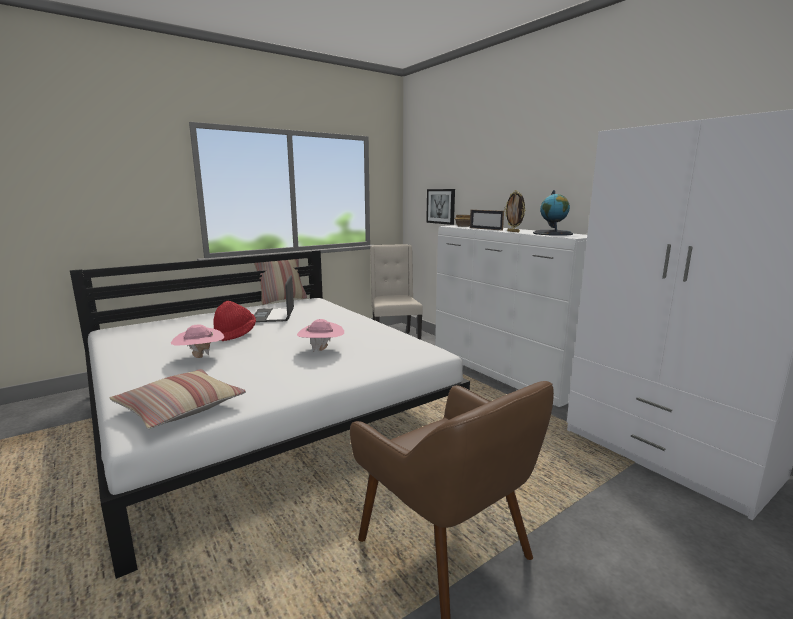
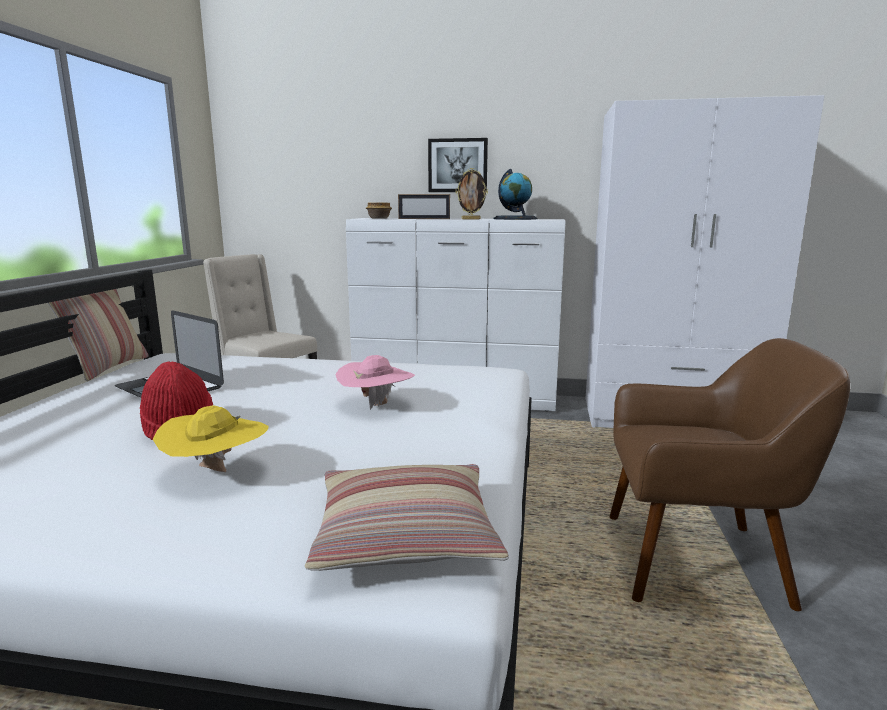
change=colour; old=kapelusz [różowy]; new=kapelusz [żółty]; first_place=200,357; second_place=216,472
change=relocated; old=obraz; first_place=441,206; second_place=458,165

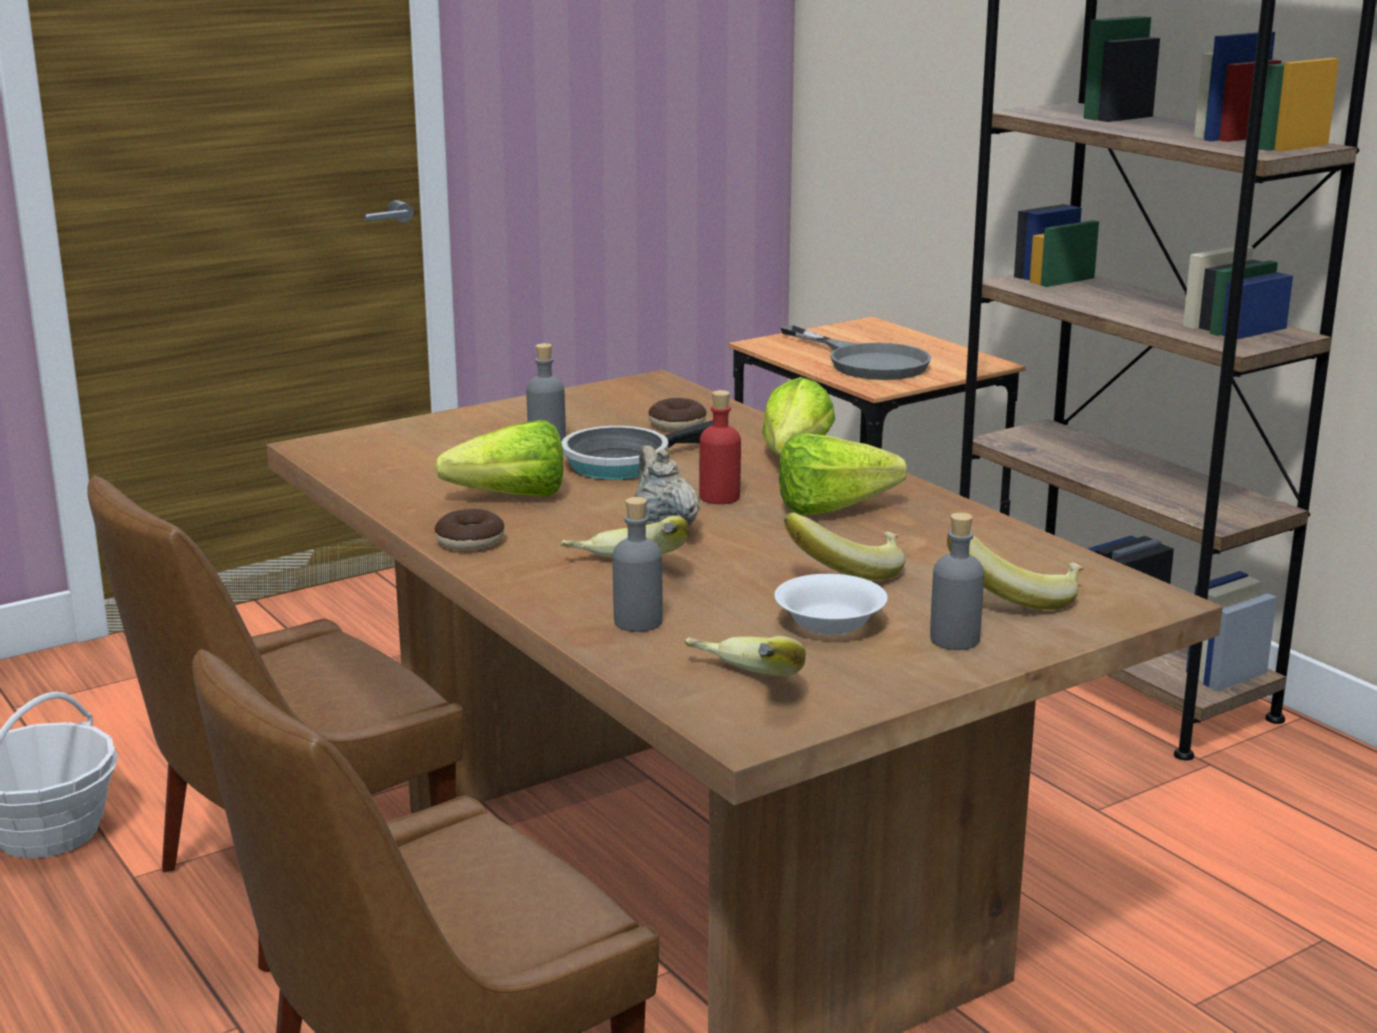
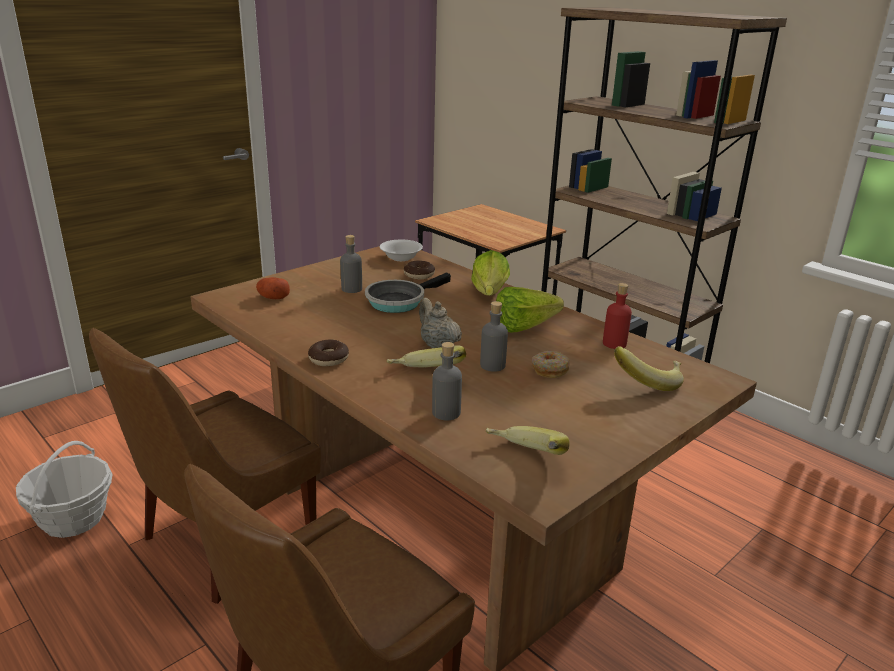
change=missing; old=sałata; first_place=500,497
change=relocated; old=butelka [czerwony]; first_place=719,497; second_place=614,343
change=relocated; old=miska [biały]; first_place=831,625; second_place=401,258
change=missing; old=patelnia [szary]; first_place=866,362
change=exchanged; old=banan; new=donut; first_place=847,572; second_place=549,370
change=relocated; old=butelka [szary]; first_place=954,639; second_place=492,365
change=appeared; new=ziemniak; second_place=272,297

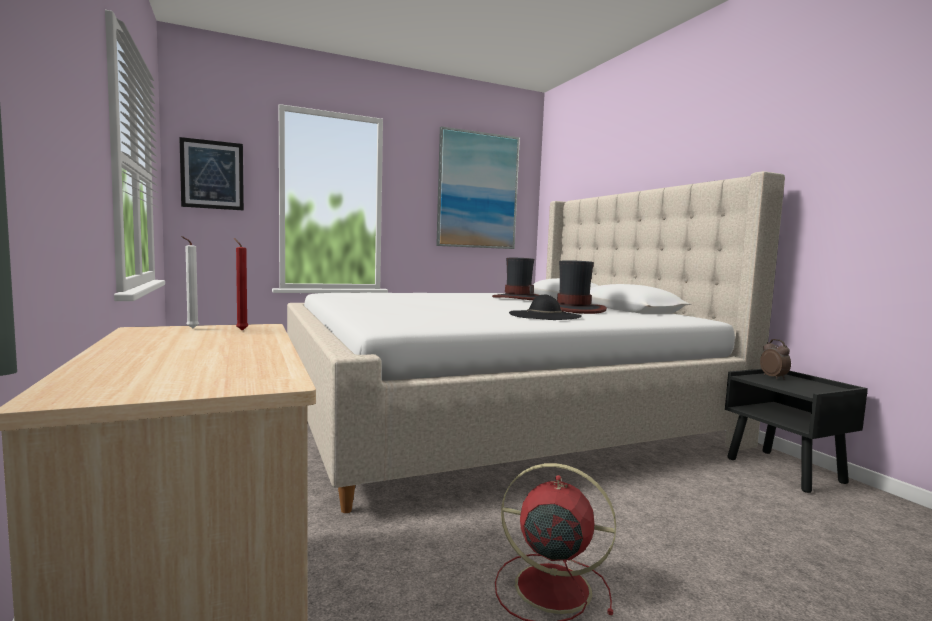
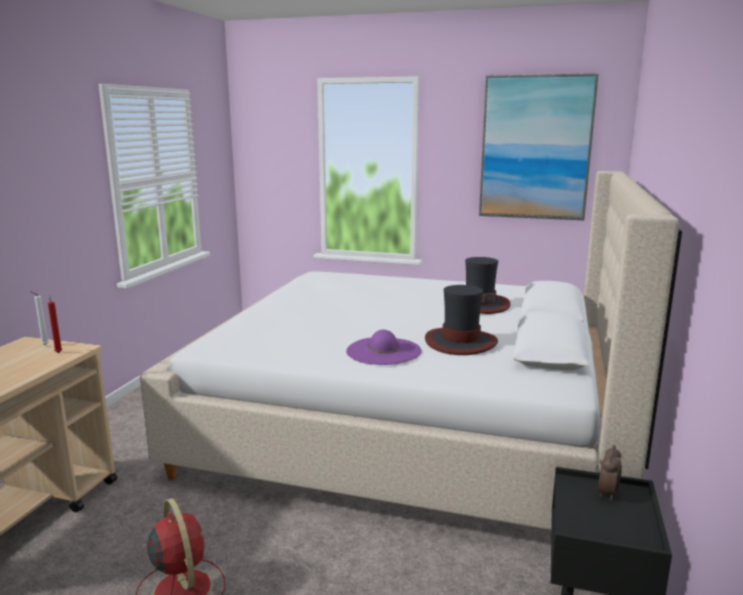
change=missing; old=obraz; first_place=212,175
change=colour; old=kapelusz [czarny]; new=kapelusz [fioletowy]; first_place=545,315; second_place=383,351

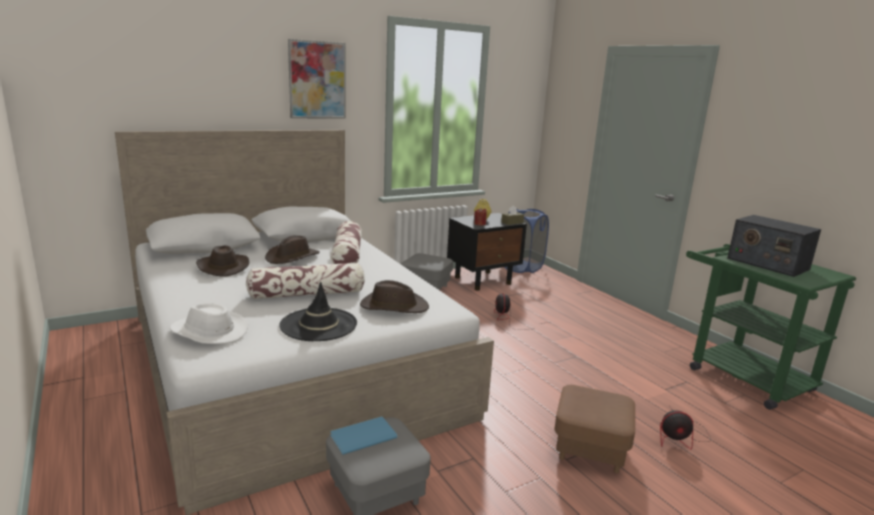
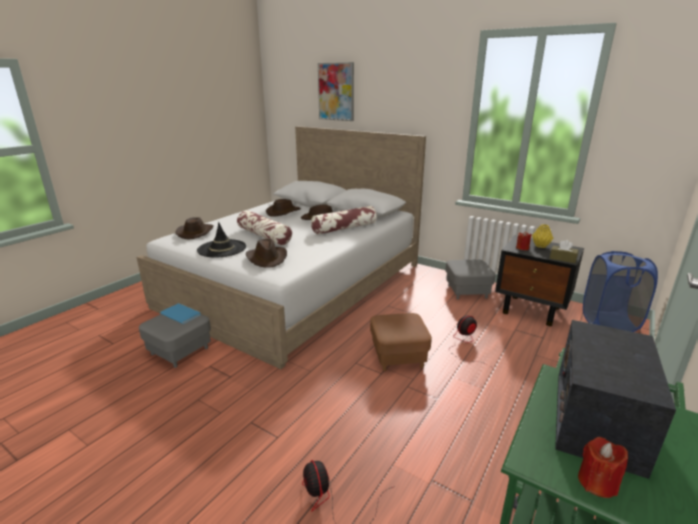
change=colour; old=kapelusz [biały]; new=kapelusz [brązowy]; first_place=208,332; second_place=195,232
change=relocated; old=obraz; first_place=317,80; second_place=336,92
change=relocated; old=pufa [brązowy]; first_place=590,449; second_place=398,356
change=appeared; new=świeca [czerwony]; second_place=597,482

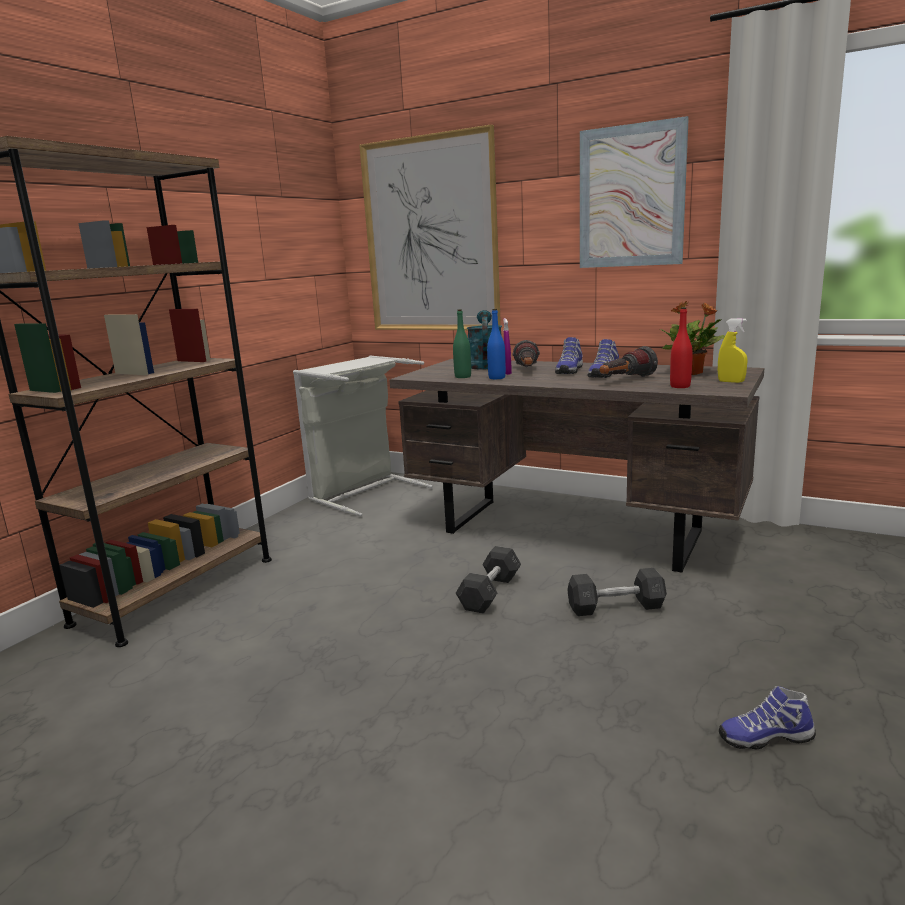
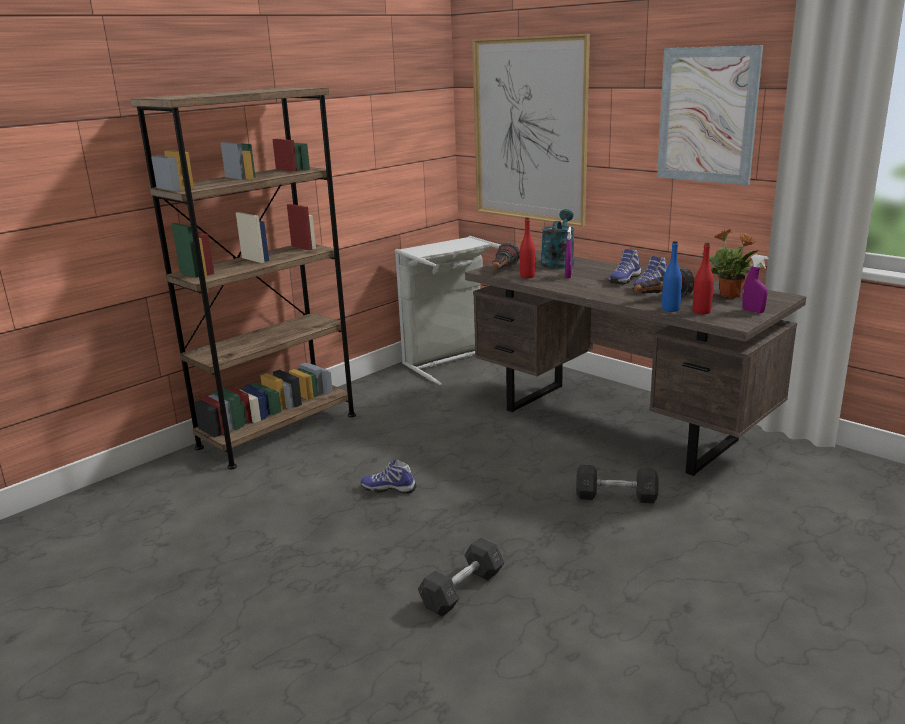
change=colour; old=butelka [zielony]; new=butelka [czerwony]; first_place=463,376; second_place=527,276
change=relocated; old=hantel [szary]; first_place=490,592; second_place=462,590
change=relocated; old=butelka [niebieski]; first_place=497,378; second_place=670,309
change=relocated; old=latarka; first_place=527,371; second_place=502,271
change=colour; old=spryskiwacz [żółty]; new=spryskiwacz [fioletowy]; first_place=731,381; second_place=753,311
change=relocated; old=but; first_place=764,737; second_place=389,488

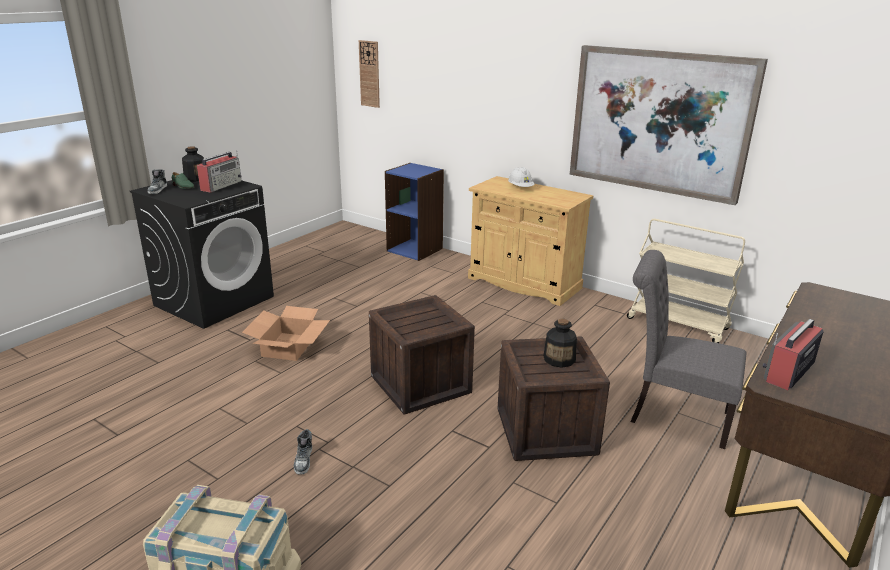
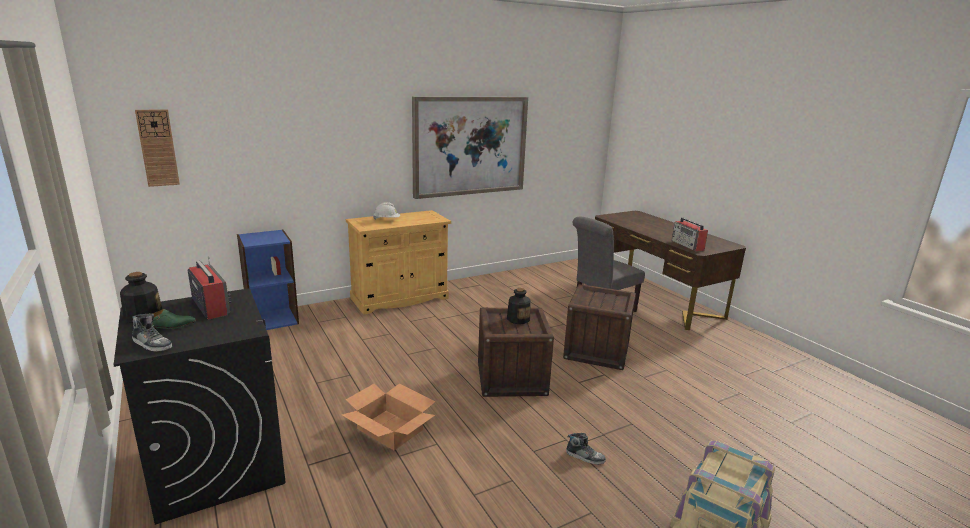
change=relocated; old=butelka; first_place=559,359; second_place=518,319
change=missing; old=wózek [beżowy]; first_place=678,324

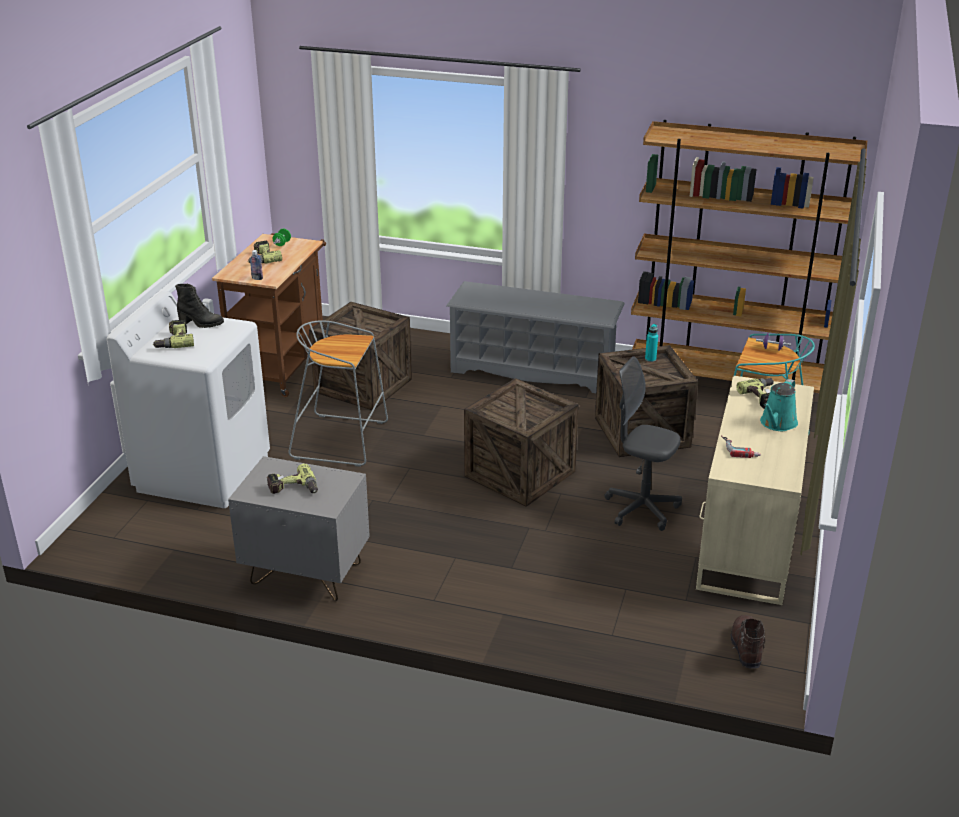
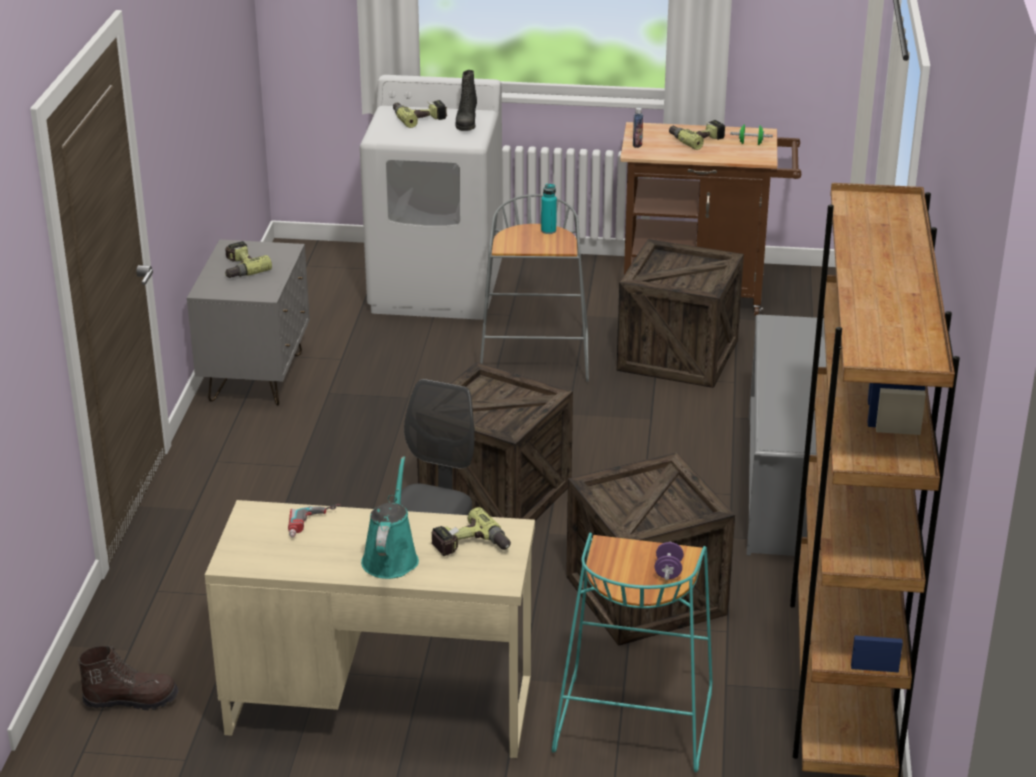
change=relocated; old=butelka [turkusowy]; first_place=650,359; second_place=548,230
change=spun; old=konewka [turkusowy]; first_place=777,424; second_place=391,557; degrees=75

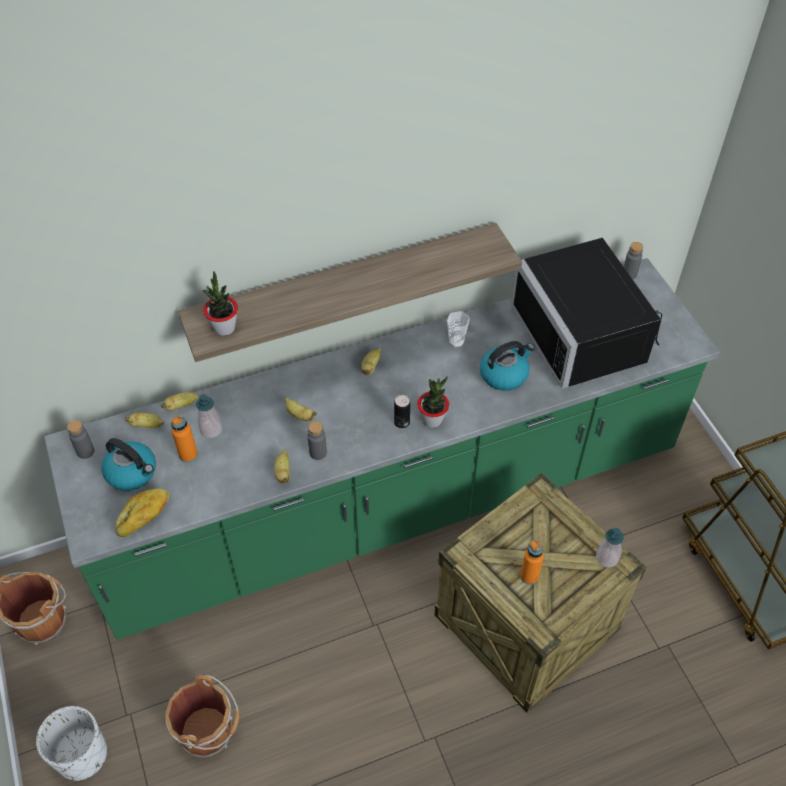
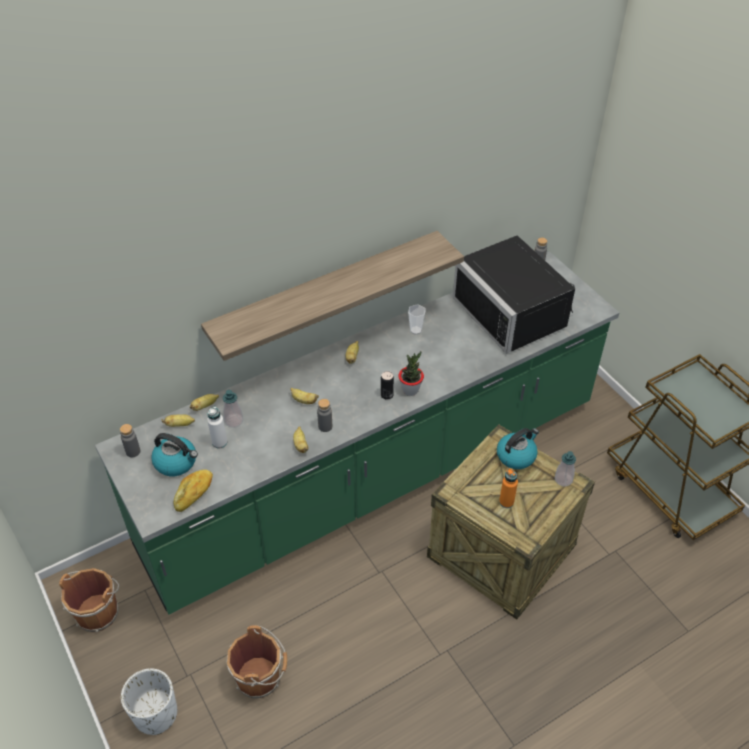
change=colour; old=butelka [pomarańczowy]; new=butelka [biały]; first_place=188,455; second_place=219,442
change=missing; old=roślina doniczkowa; first_place=224,327
change=relocated; old=czajnik; first_place=504,374; second_place=516,455

